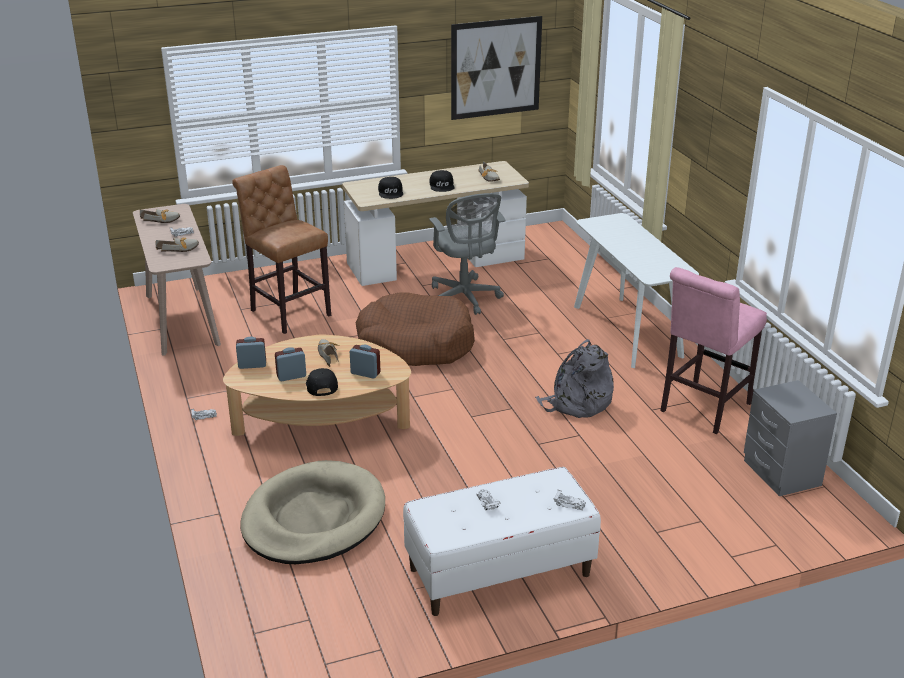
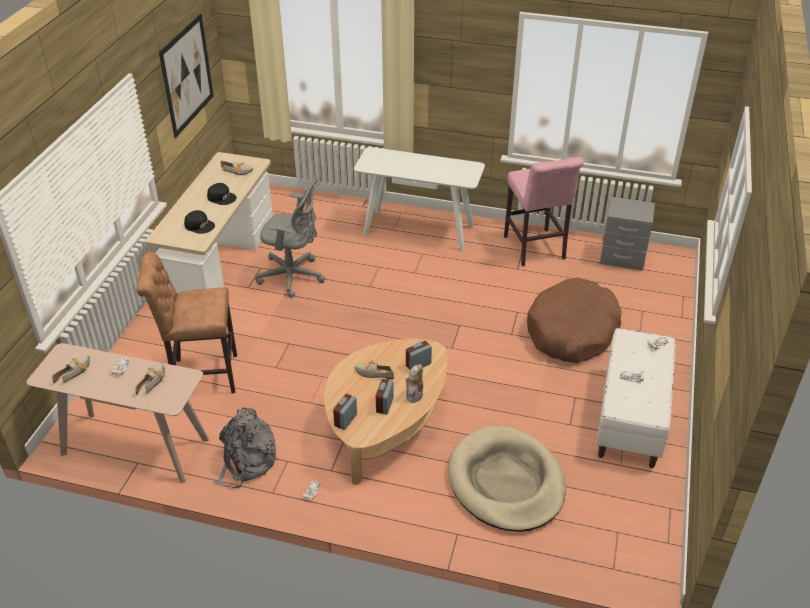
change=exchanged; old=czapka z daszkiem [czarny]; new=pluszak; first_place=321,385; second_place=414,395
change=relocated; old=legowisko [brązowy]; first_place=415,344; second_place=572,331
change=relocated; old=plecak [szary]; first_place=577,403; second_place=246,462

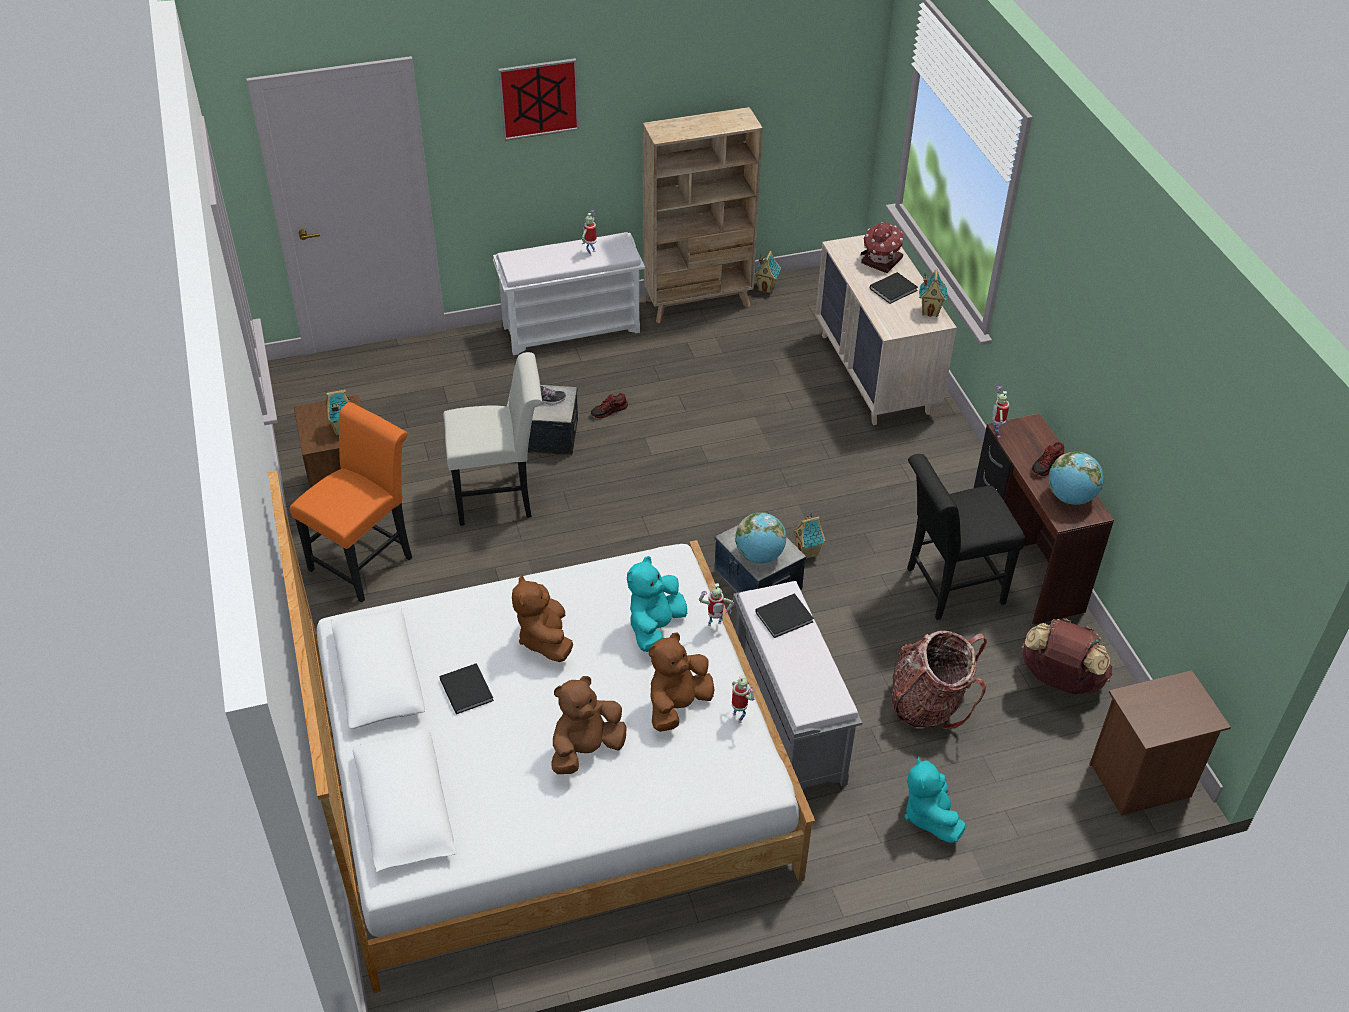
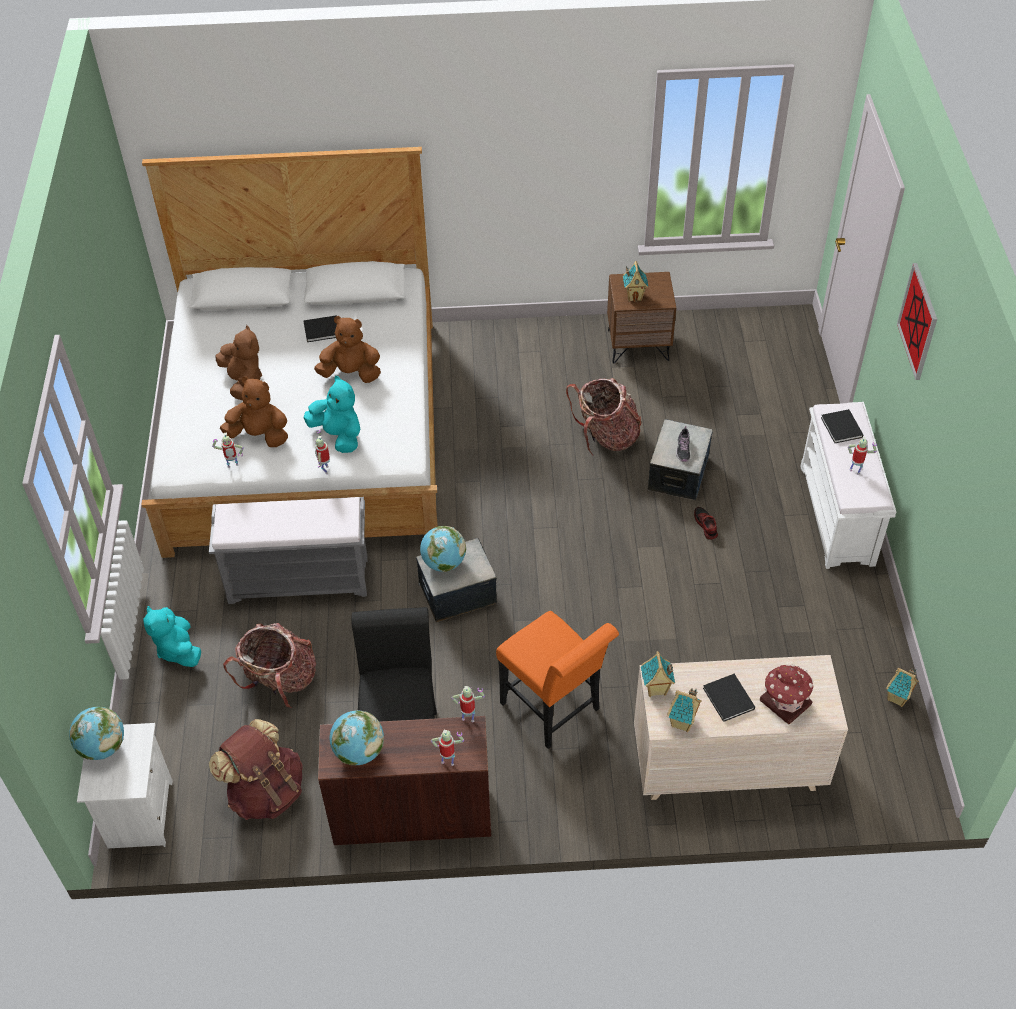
change=relocated; old=krzesło [pomarańczowy]; first_place=366,559; second_place=555,710
change=exchanged; old=krzesło [biały]; new=plecak; first_place=500,496; second_place=606,437
change=missing; old=regał [beżowy]; first_place=699,303
change=spun; old=pluszak [brązowy]; first_place=677,705; second_place=259,435; degrees=-45
change=relocated; old=książka [czarny]; first_place=785,616; second_place=842,428
change=relocated; old=domek; first_place=807,552; second_place=655,689
change=spun; old=pluszak [turkusowy]; first_place=929,815; second_place=178,649; degrees=-120
change=missing; old=but; first_place=1047,465
change=colour; old=szafka nocna [brązowy]; new=szafka nocna [biały]; first_place=1141,782; second_place=139,814
change=appeared; new=globus; second_place=102,747
change=appeared; new=robot zabawkowy; second_place=448,761

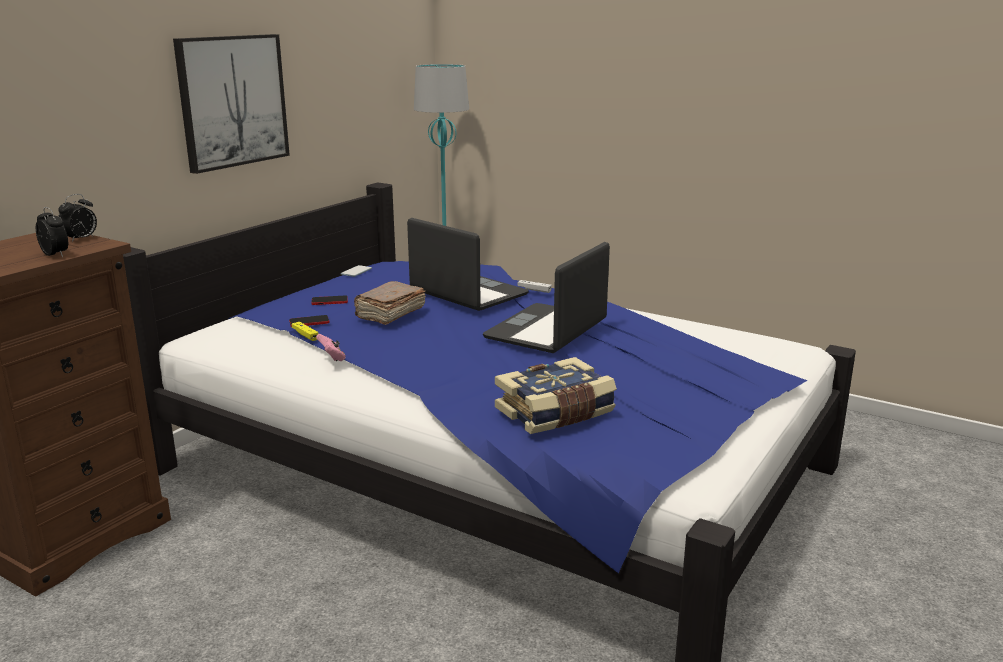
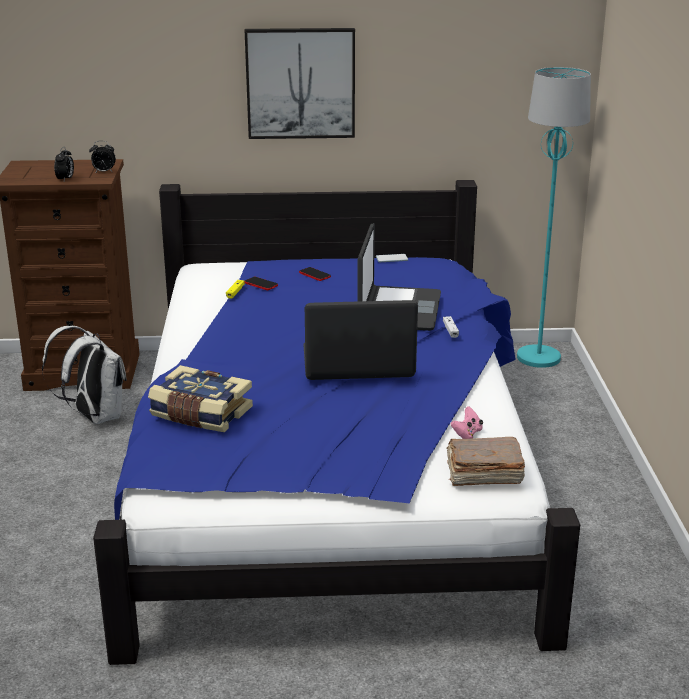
change=relocated; old=pad do gier [różowy]; first_place=332,358; second_place=467,434
change=relocated; old=książka [brązowy]; first_place=389,314; second_place=483,474
change=appeared; new=plecak [biały]; second_place=95,417

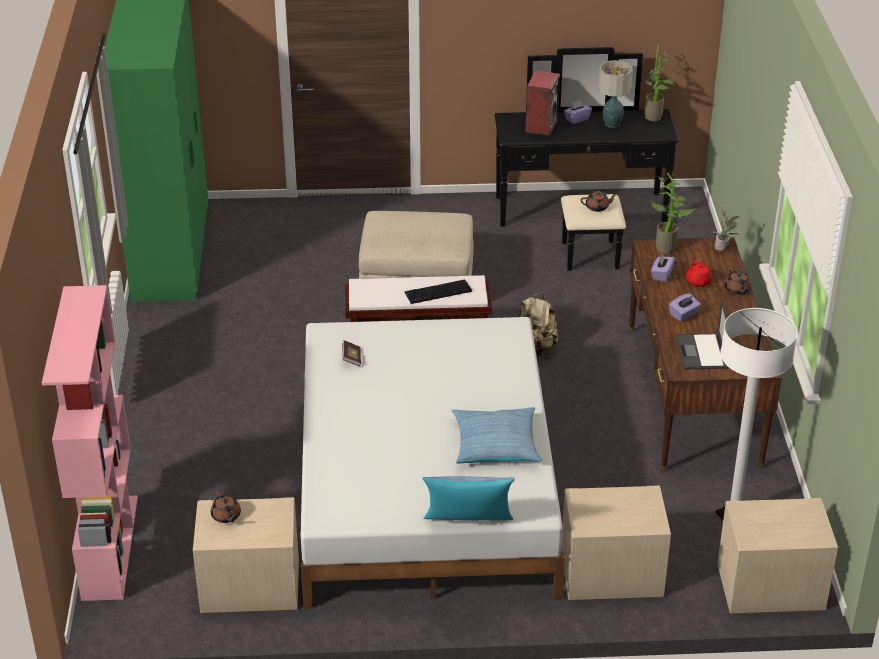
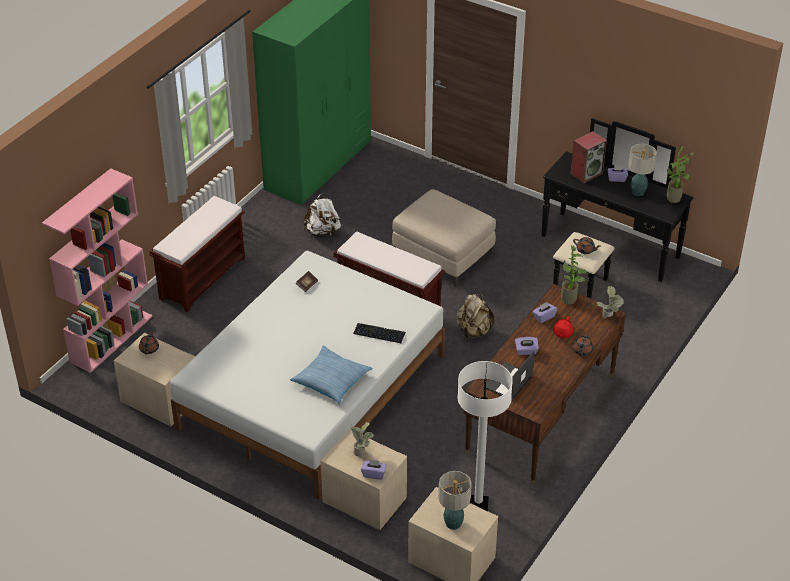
change=relocated; old=klawiatura; first_place=437,292; second_place=379,333
change=missing; old=poduszka; first_place=468,530
change=appeared; new=ławka [brązowy]; second_place=203,277
change=appeared; new=plecak [biały]; second_place=323,232
change=appeared; new=roślina doniczkowa; second_place=361,451
change=appeared; new=pudełko chusteczek [fioletowy]; second_place=374,474
change=appeared; new=lampa stołowa; second_place=453,523

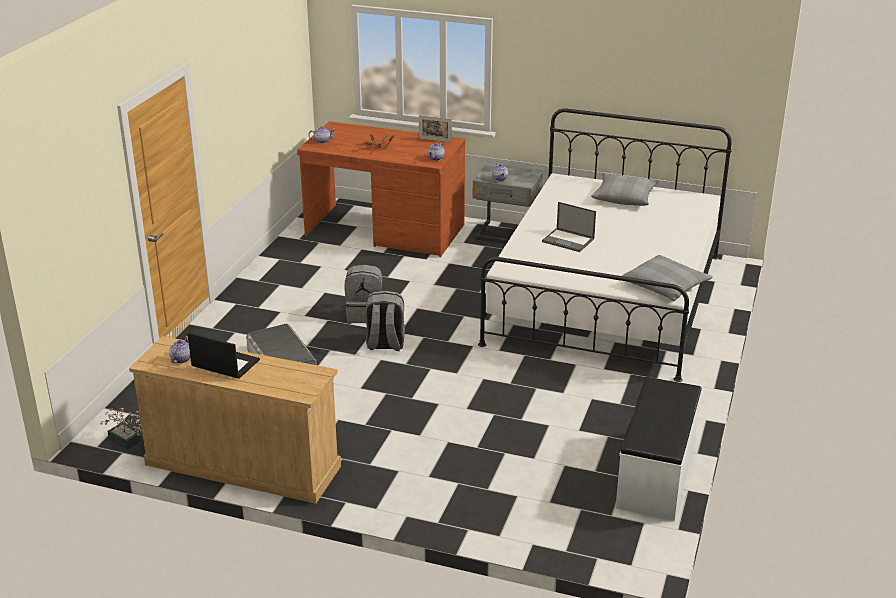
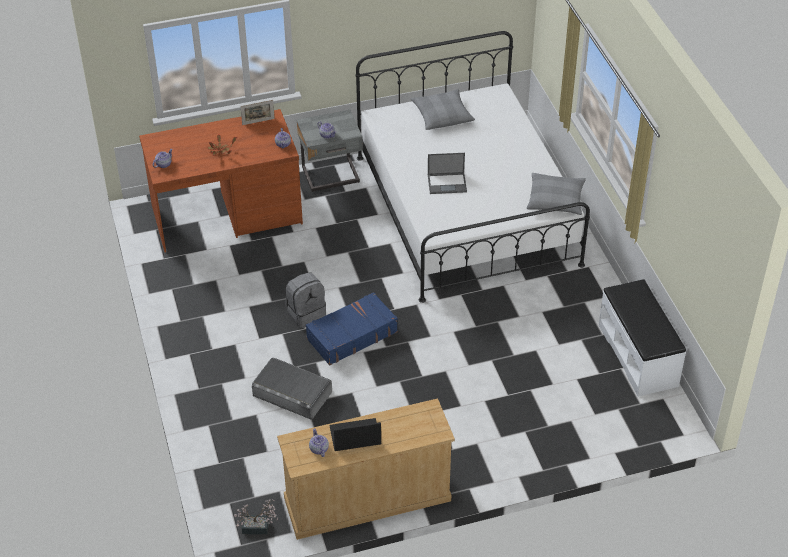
change=exchanged; old=plecak [szary]; new=walizka [niebieski]; first_place=385,344; second_place=351,335

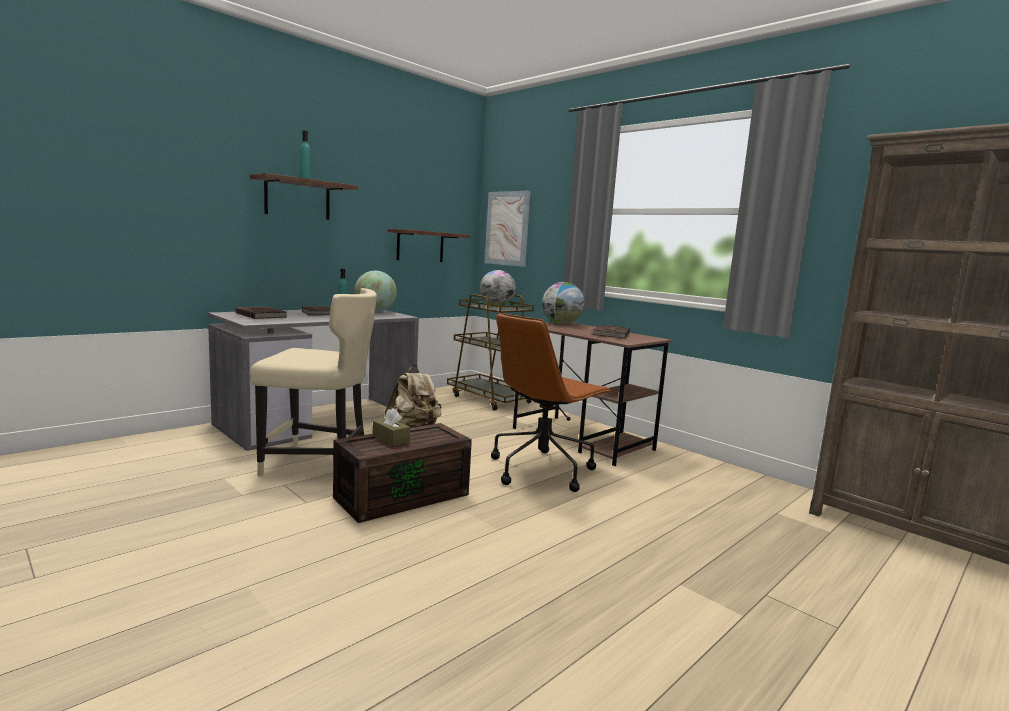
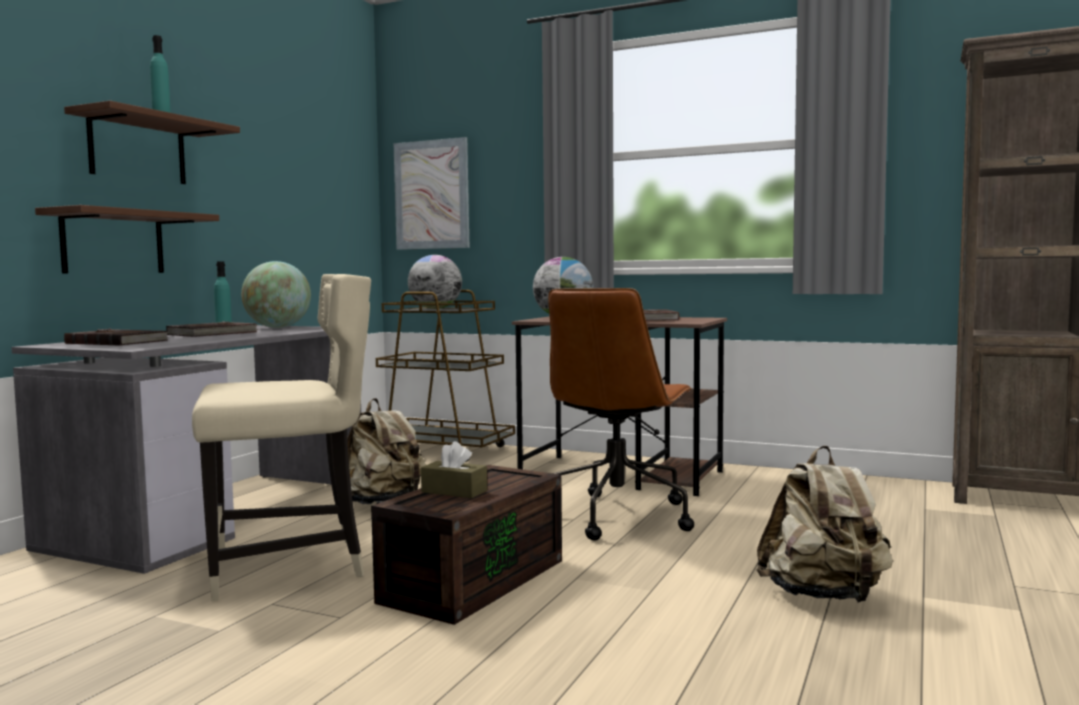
change=relocated; old=półka [brązowy]; first_place=420,246; second_place=113,242
change=appeared; new=plecak [beżowy]; second_place=823,596

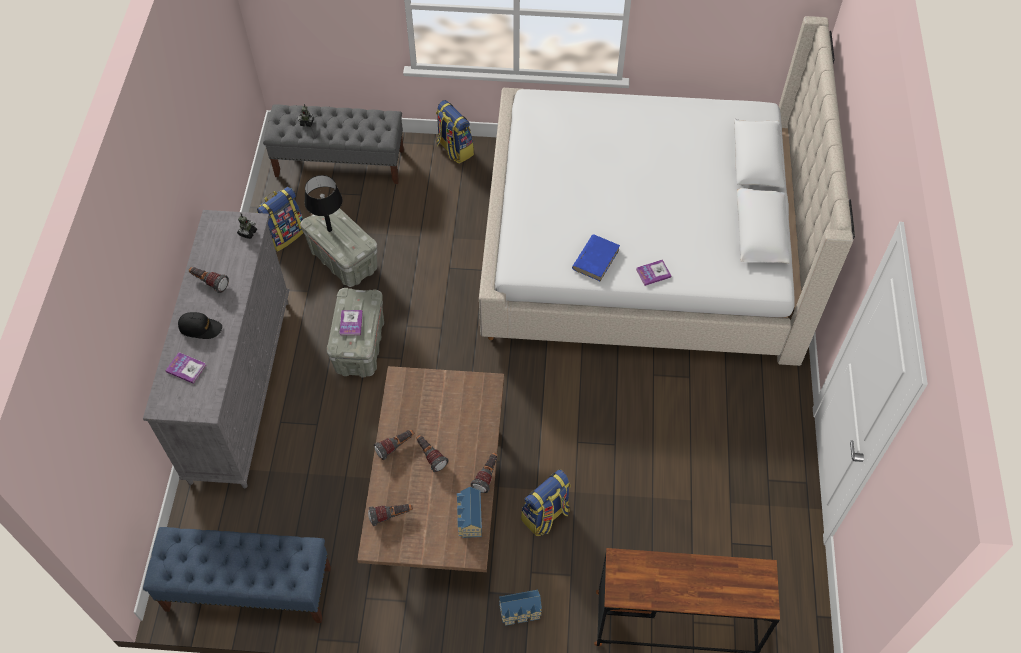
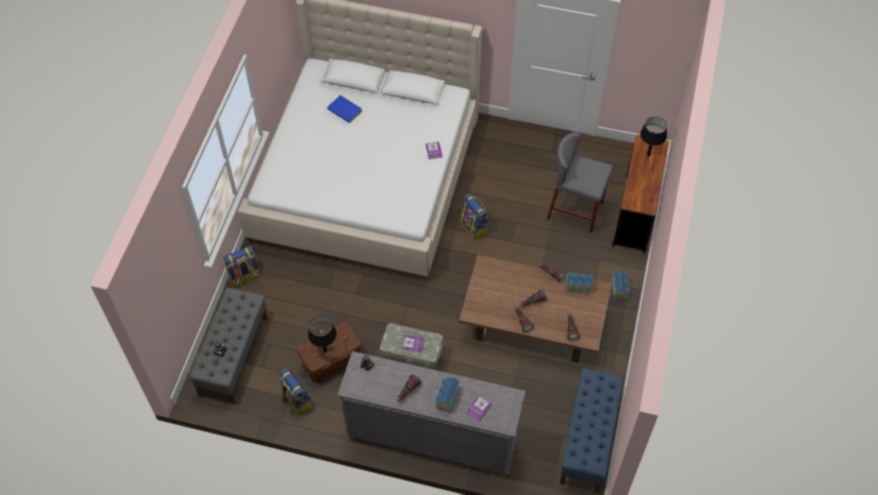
change=exchanged; old=czapka z daszkiem [czarny]; new=domek; first_place=200,328; second_place=446,398
change=colour; old=pojemnik do przechowywania [szary]; new=pojemnik do przechowywania [brązowy]; first_place=344,260; second_place=332,361
change=relocated; old=plecak; first_place=545,516; second_place=474,227
change=relocated; old=książka [niebieski]; first_place=596,259; second_place=344,110
change=appeared; new=stołek [szary]; second_place=575,210
change=appeared; new=lampa stołowa [czarny]; second_place=648,155

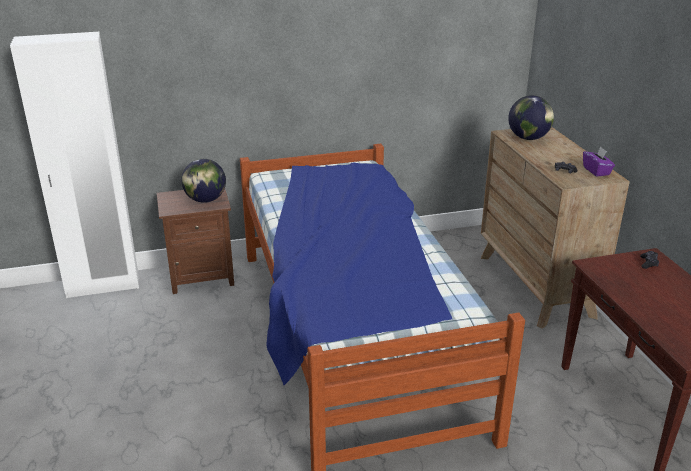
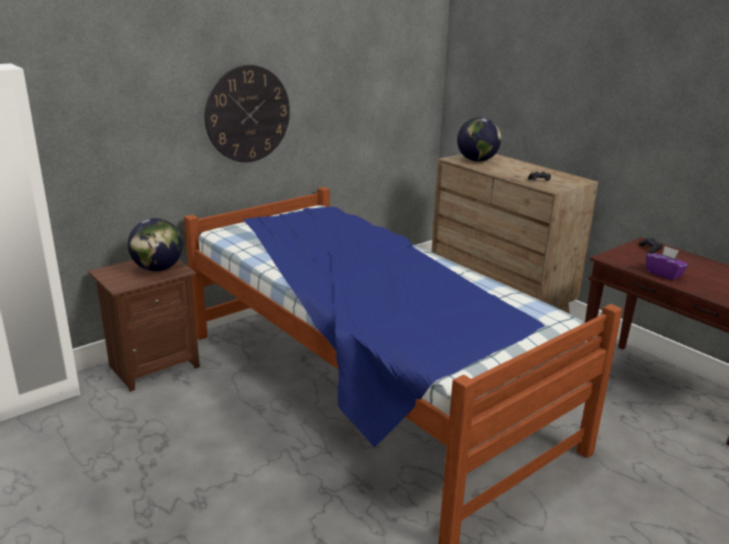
change=relocated; old=pudełko chusteczek [fioletowy]; first_place=596,171; second_place=664,274
change=appeared; new=zegar ścienny; second_place=248,114

